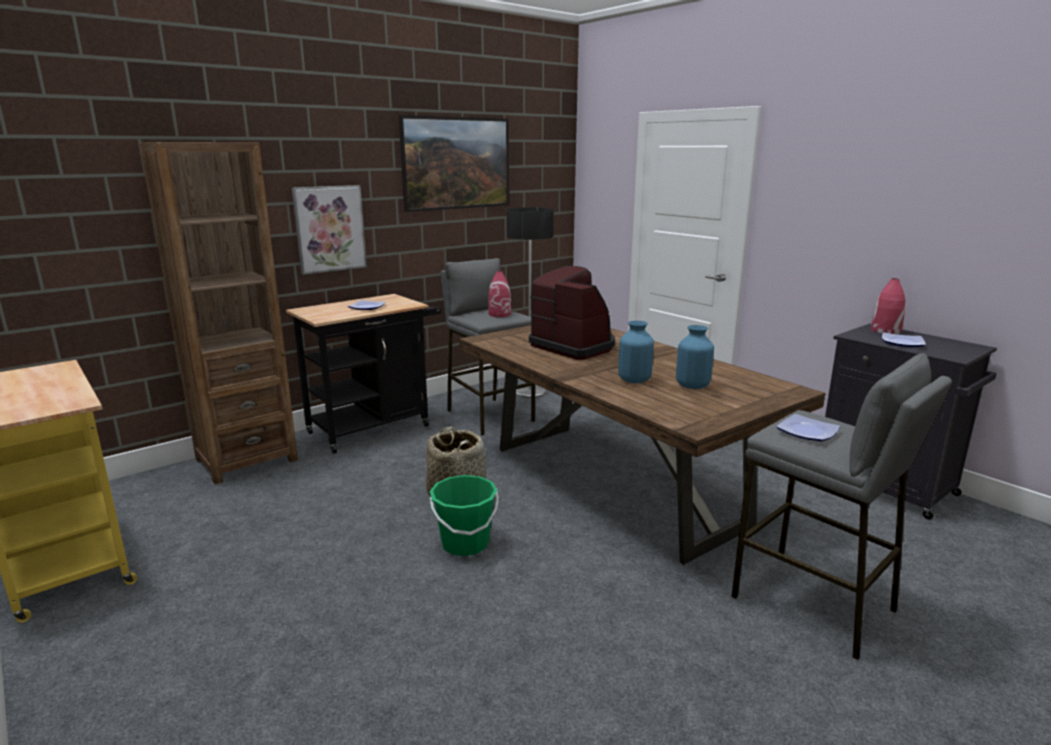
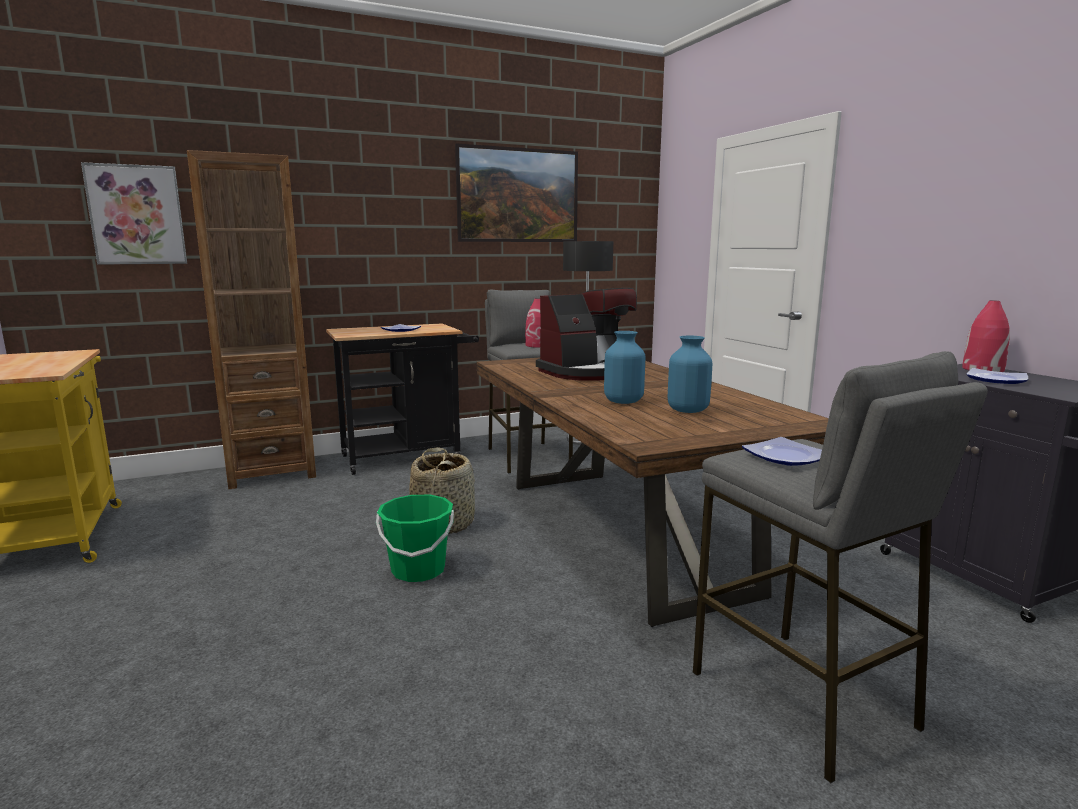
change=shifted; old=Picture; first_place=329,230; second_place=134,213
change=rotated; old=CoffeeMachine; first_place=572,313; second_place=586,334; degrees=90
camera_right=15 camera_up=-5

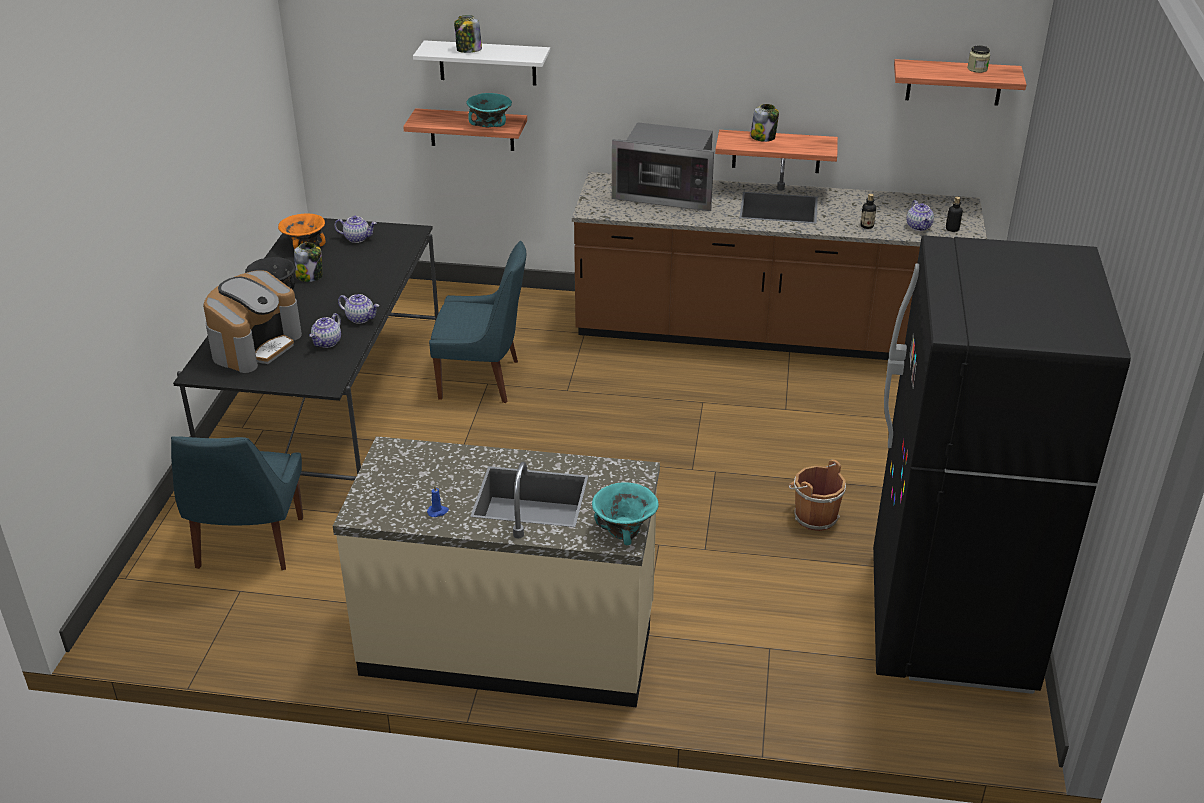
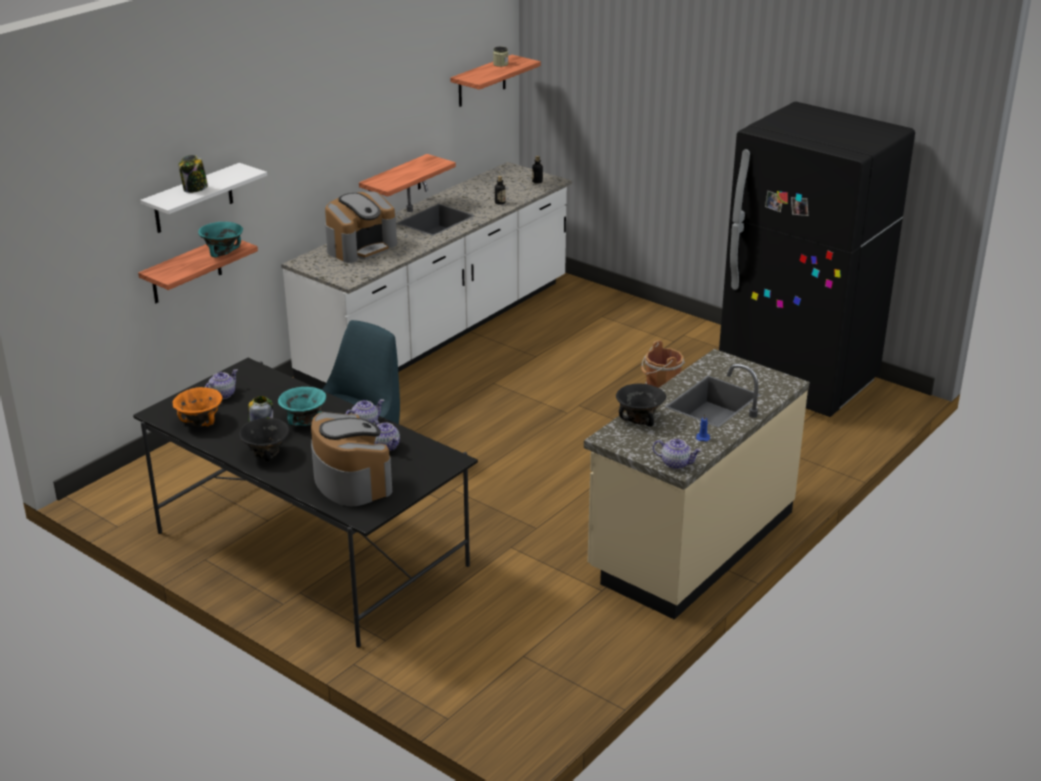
change=gone; old=Jar; first_place=764,123
change=swapped; old=Microwave; new=CoffeeMachine; first_place=663,166; second_place=361,227
change=repainted; old=BrownCounter; new=WhiteCounter; first_place=779,259; second_place=426,275
change=shifted; old=Teapot; first_place=920,215; second_place=677,454
change=gone; old=BlueChair; first_place=237,503
change=shifted; old=TurquoiseBowl; first_place=625,513; second_place=302,407
change=new; new=BlackBowl; second_place=641,405
camera_right=-60 camera_up=-5

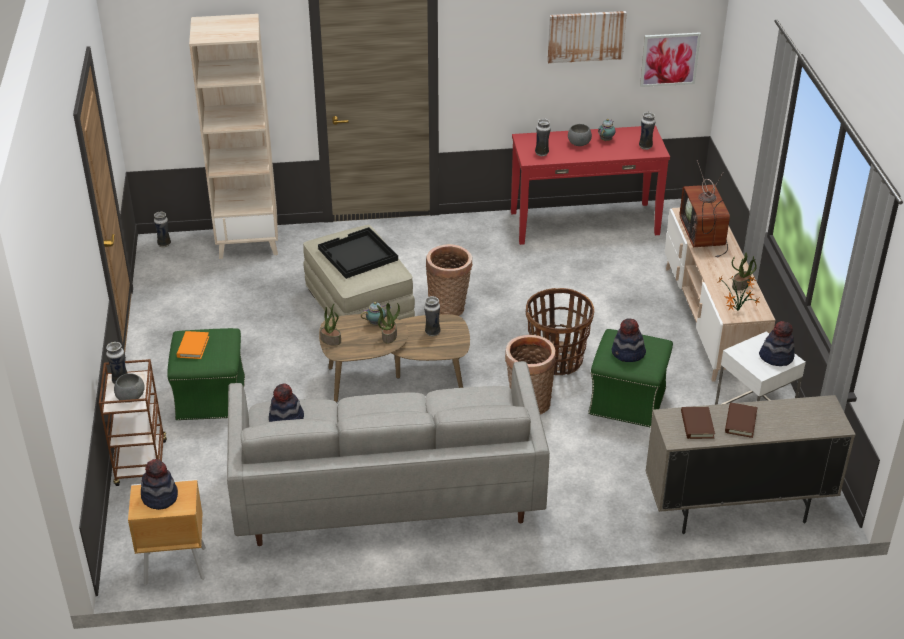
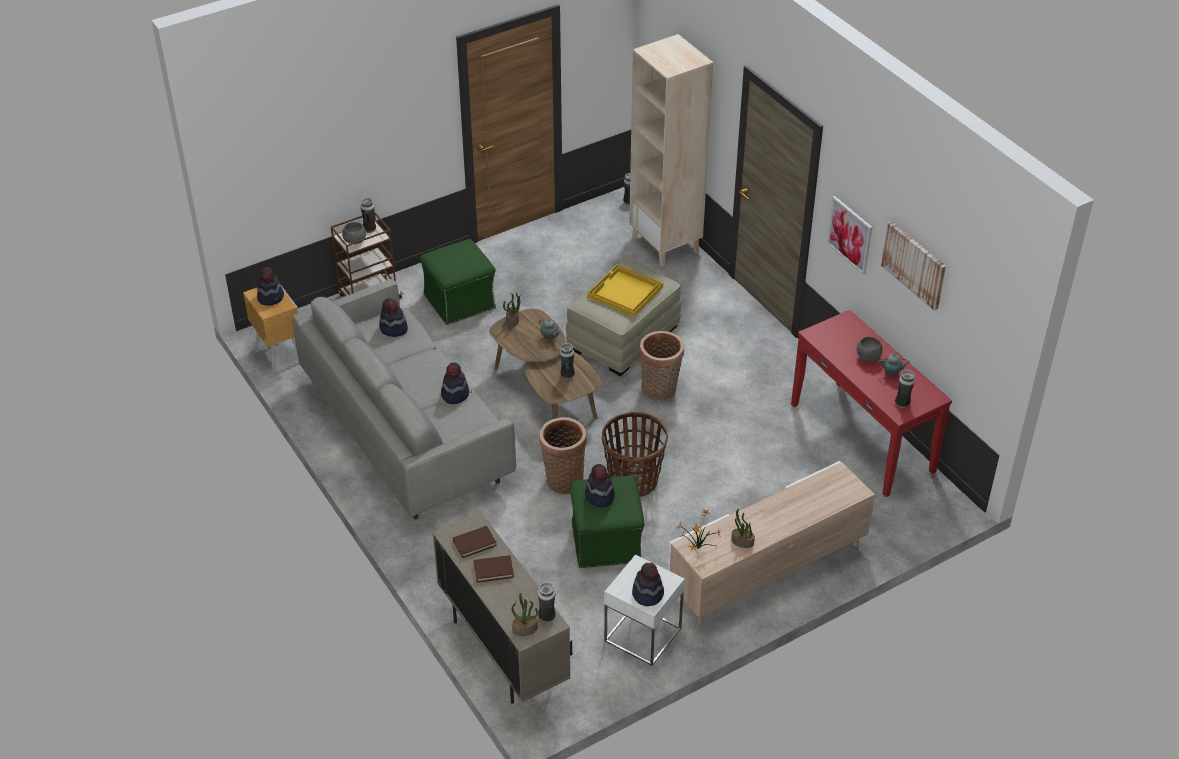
change=shifted; old=Picture; first_place=670,59; second_place=849,235
change=shifted; old=Vase; first_place=543,137; second_place=547,602
change=gone; old=Television; first_place=705,209
change=repainted; old=BlackTray; new=YellowTray; first_place=358,253; second_place=625,290
change=shifted; old=PottedPlant; first_place=388,323; second_place=525,614
change=gone; old=OrangeBook; first_place=193,345
change=new; new=Hat; second_place=455,383
camera_right=65 camera_up=5

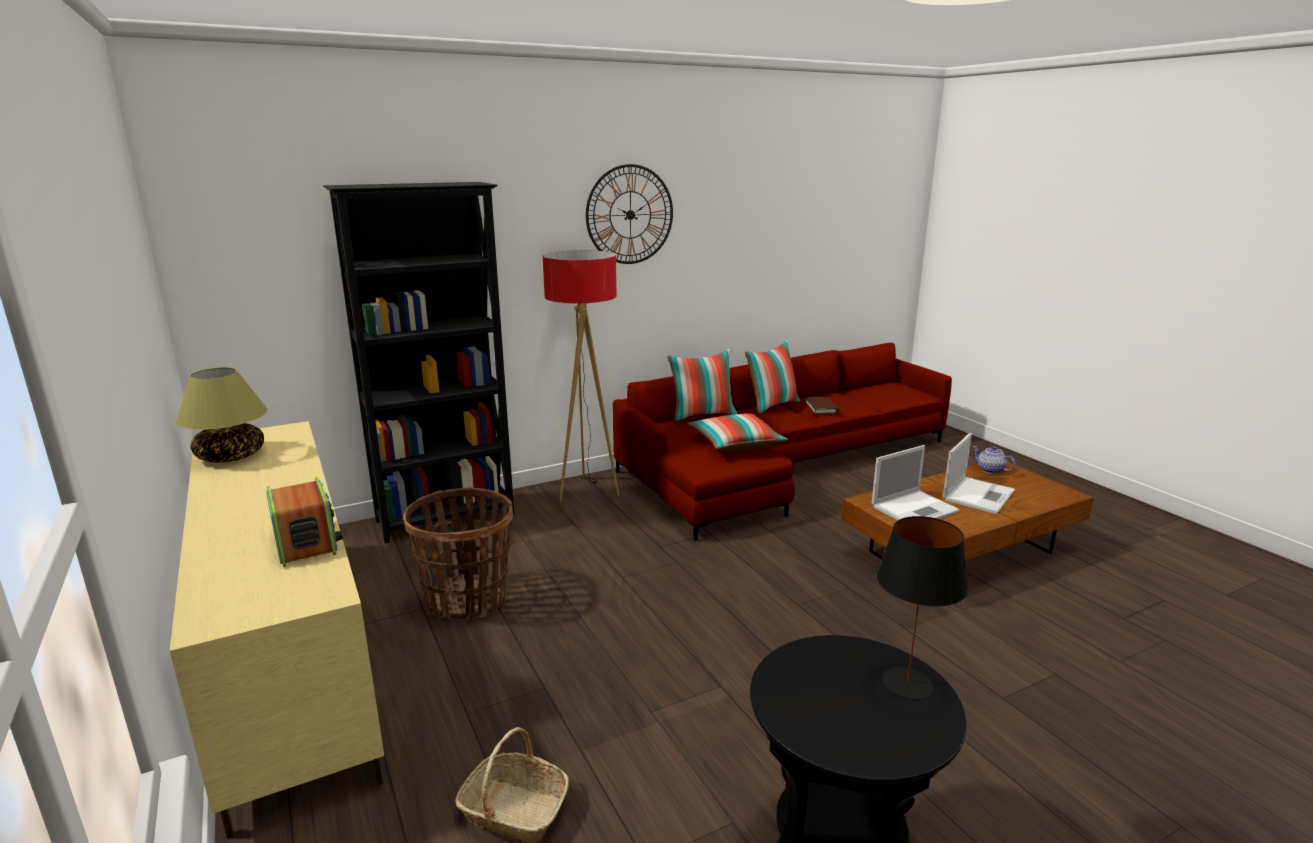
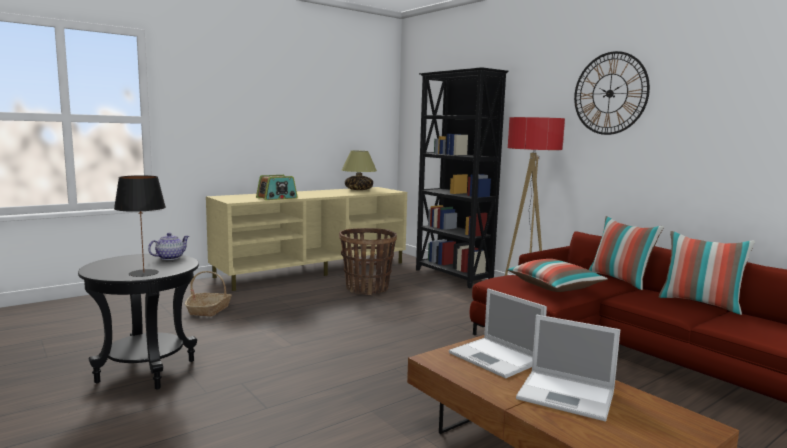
change=gone; old=BrownBook; first_place=821,405
change=shifted; old=Teapot; first_place=994,460; second_place=168,246
camera_right=80 camera_up=-10

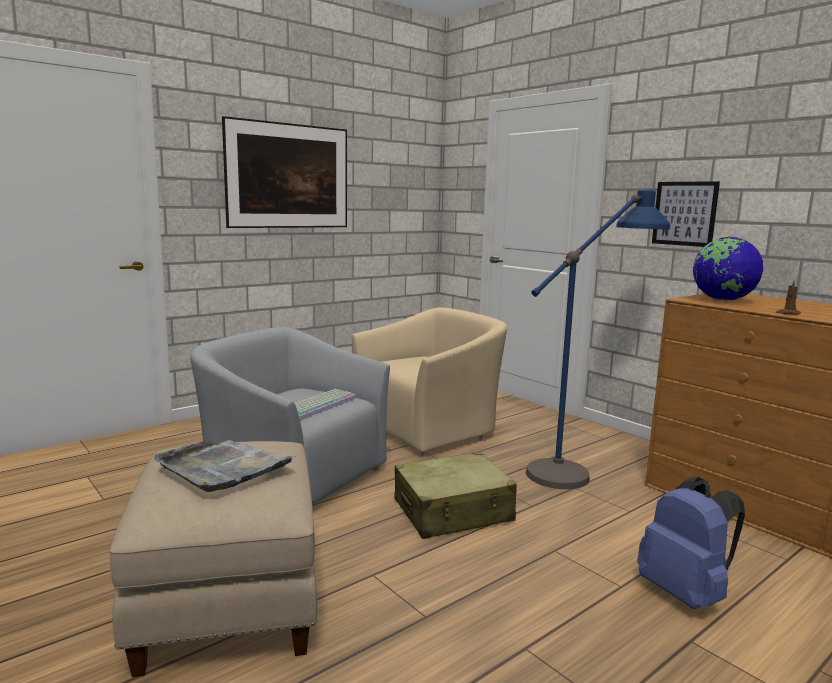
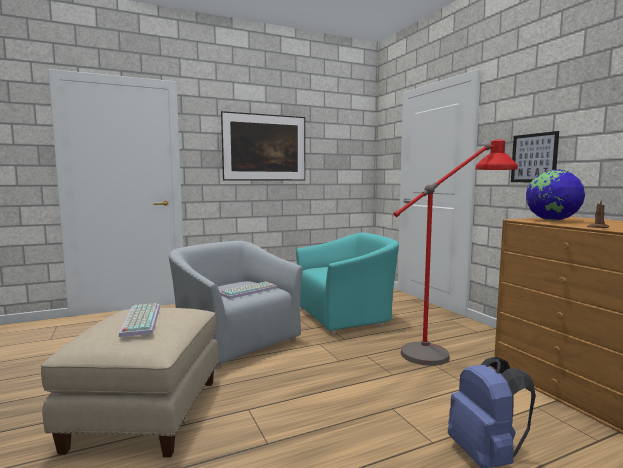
change=repainted; old=BlueFloorLamp; new=RedFloorLamp; first_place=598,339; second_place=456,253
change=repainted; old=BeigeArmchair; new=TurquoiseArmchair; first_place=429,382; second_place=347,284
change=swapped; old=GreyTray; new=Keyboard; first_place=225,466; second_place=139,320
change=gone; old=BeigeSuitcase; first_place=455,495
camera_right=15 camera_up=-5

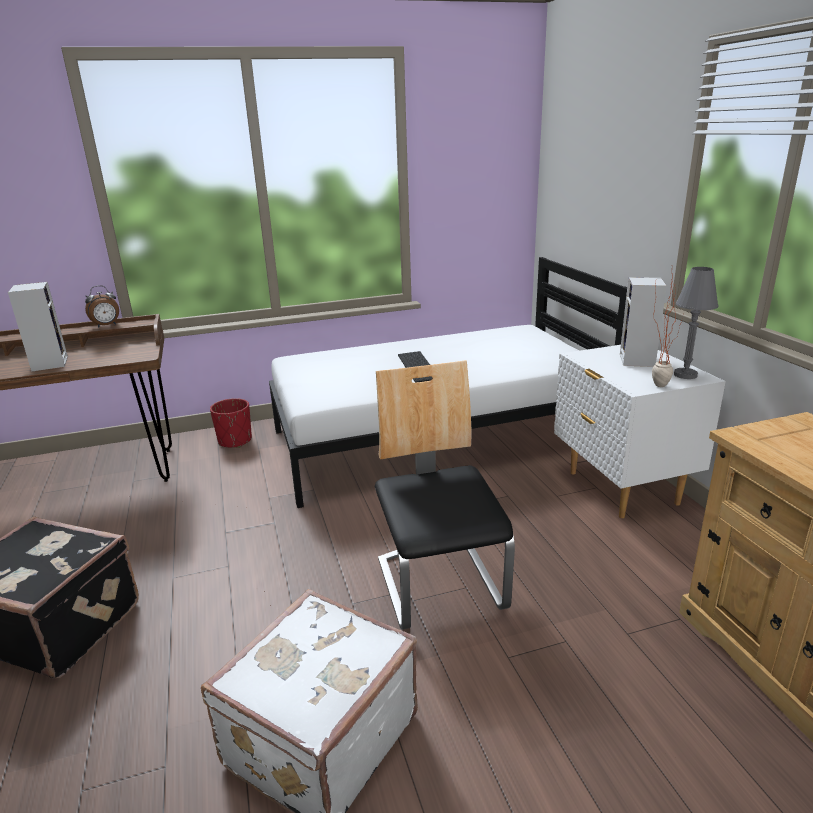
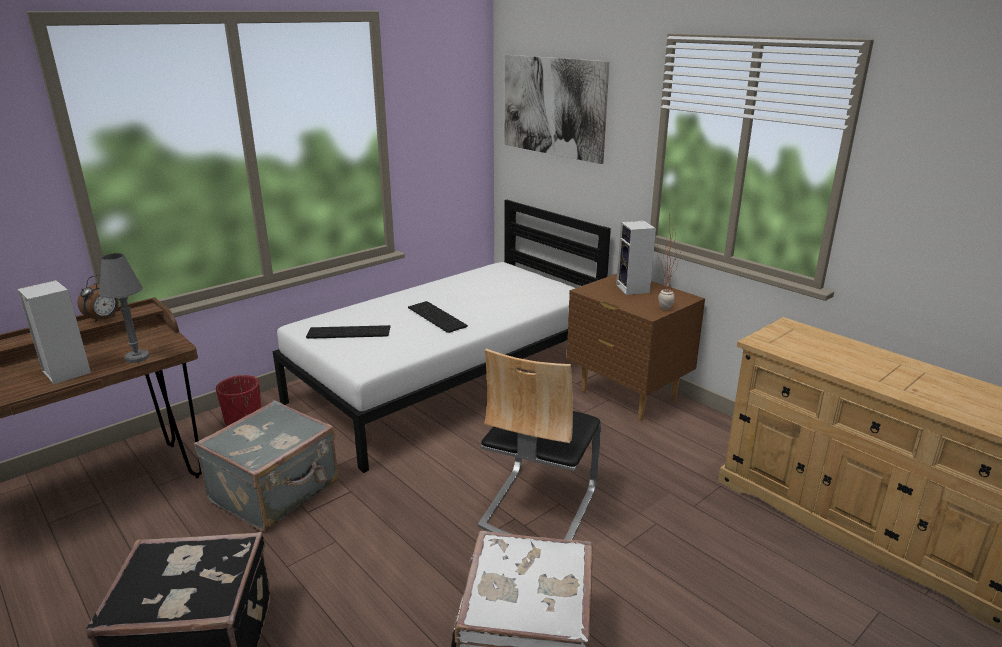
change=shifted; old=GreyTableLamp; first_place=696,323; second_place=124,308
change=repainted; old=WhiteNightstand; new=BrownNightstand; first_place=640,431; second_place=636,347
change=rotated; old=Chair; first_place=445,495; second_place=539,444; degrees=-120
change=new; new=Picture; second_place=557,109
change=new; new=Keyboard; second_place=348,332
change=new; new=GreySuitcase; second_place=266,465
camera_right=-25 camera_up=0

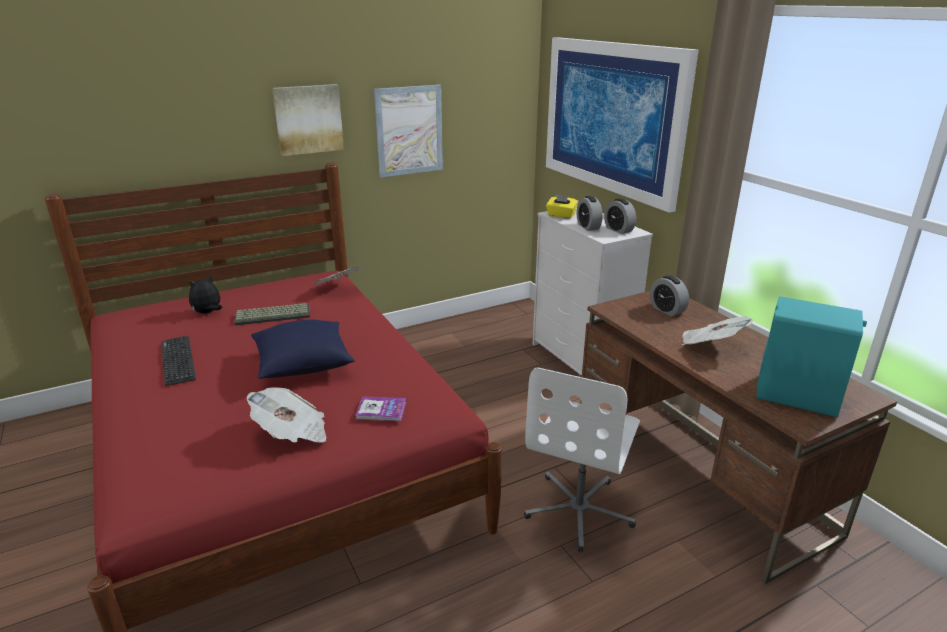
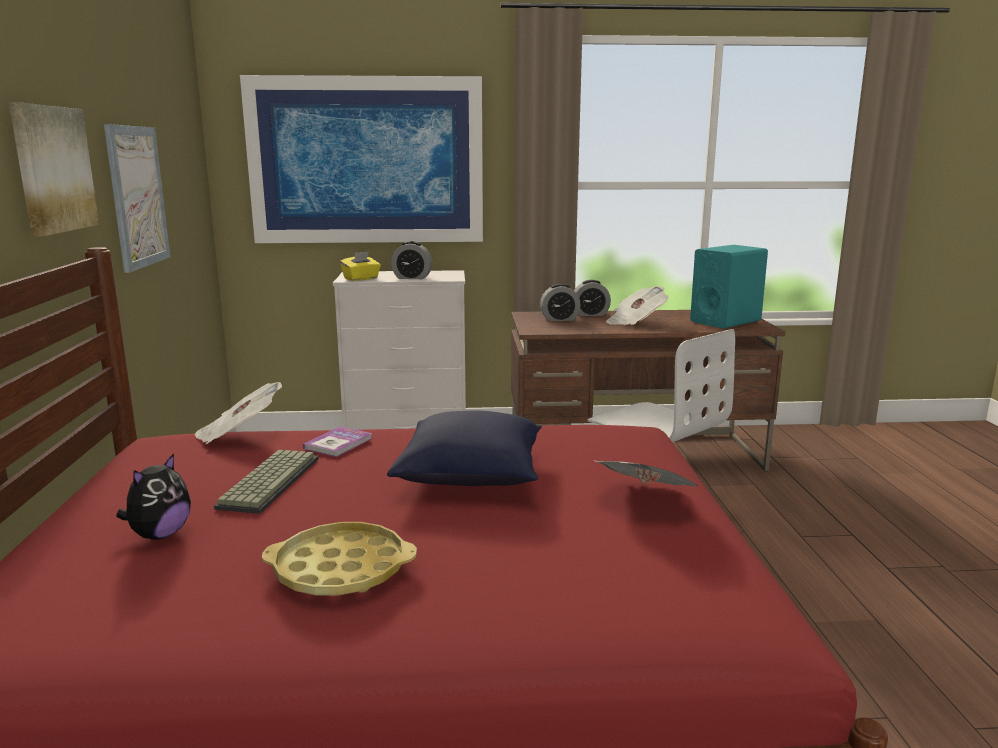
change=shifted; old=AlarmClock; first_place=620,216; second_place=592,298
change=rotated; old=PlushToy; first_place=205,294; second_place=153,496; degrees=-135
change=swapped; old=Keyboard; new=YellowTray; first_place=178,361; second_place=339,559
change=shifted; old=Book; first_place=380,408; second_place=337,441
camera_right=-65 camera_up=-10

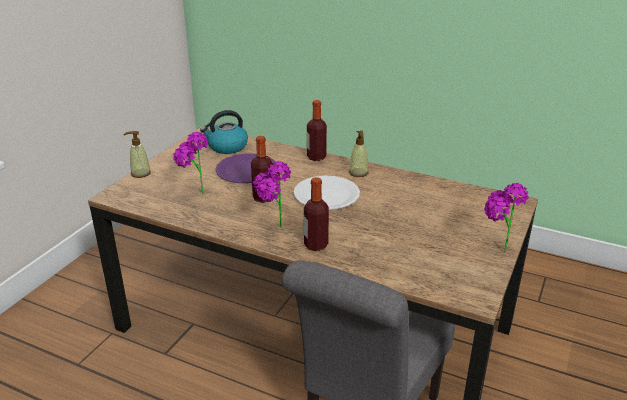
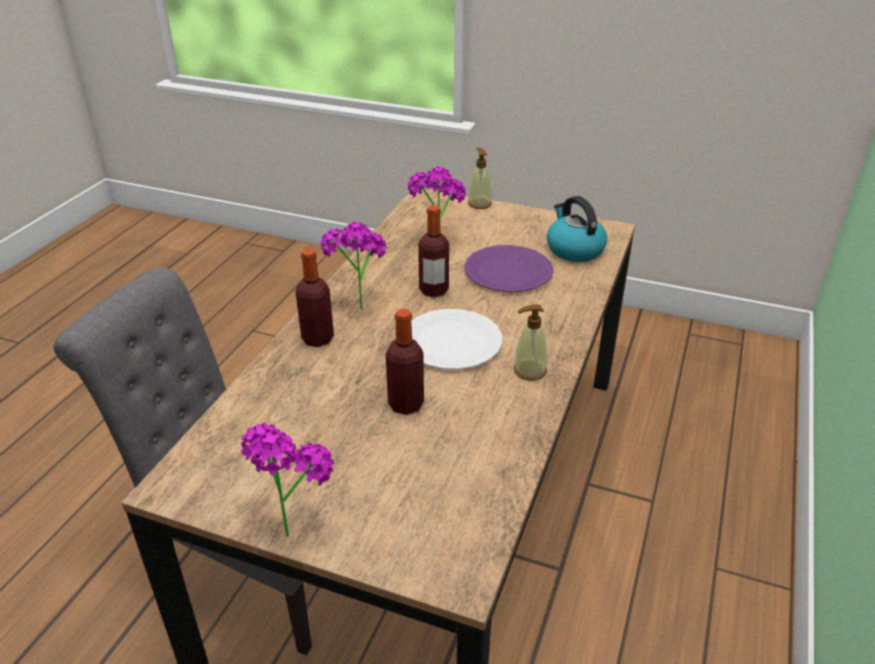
change=shifted; old=Bottle; first_place=317,130; second_place=405,362
camera_right=85 camera_up=5

